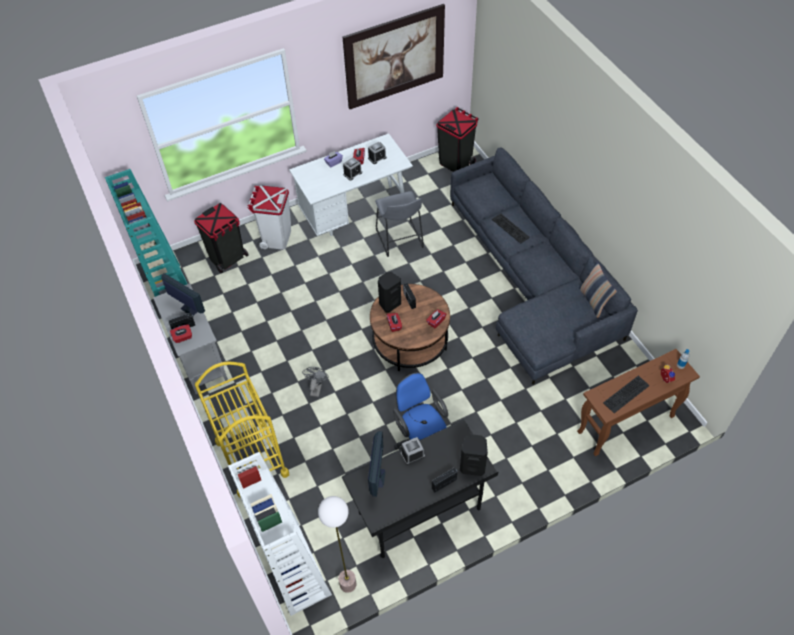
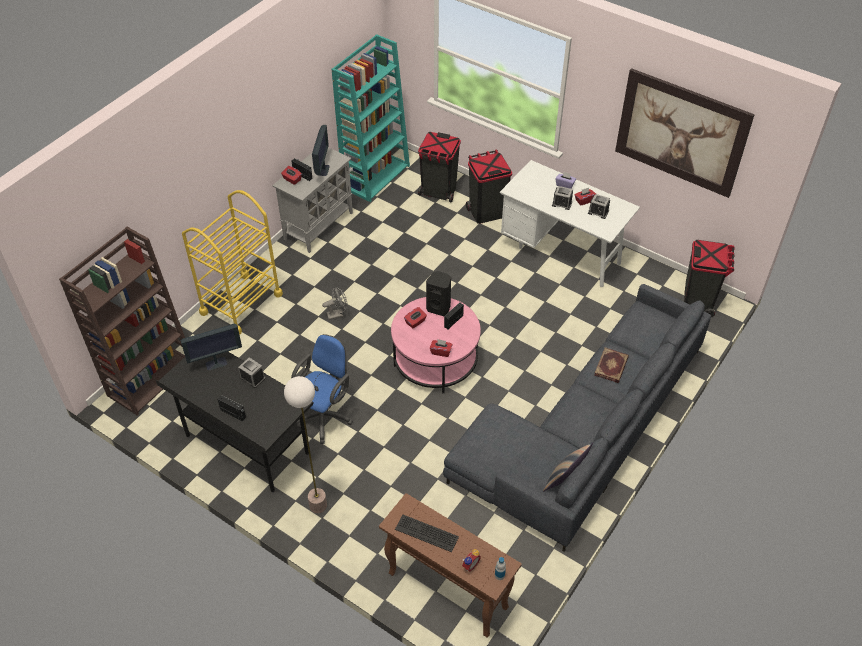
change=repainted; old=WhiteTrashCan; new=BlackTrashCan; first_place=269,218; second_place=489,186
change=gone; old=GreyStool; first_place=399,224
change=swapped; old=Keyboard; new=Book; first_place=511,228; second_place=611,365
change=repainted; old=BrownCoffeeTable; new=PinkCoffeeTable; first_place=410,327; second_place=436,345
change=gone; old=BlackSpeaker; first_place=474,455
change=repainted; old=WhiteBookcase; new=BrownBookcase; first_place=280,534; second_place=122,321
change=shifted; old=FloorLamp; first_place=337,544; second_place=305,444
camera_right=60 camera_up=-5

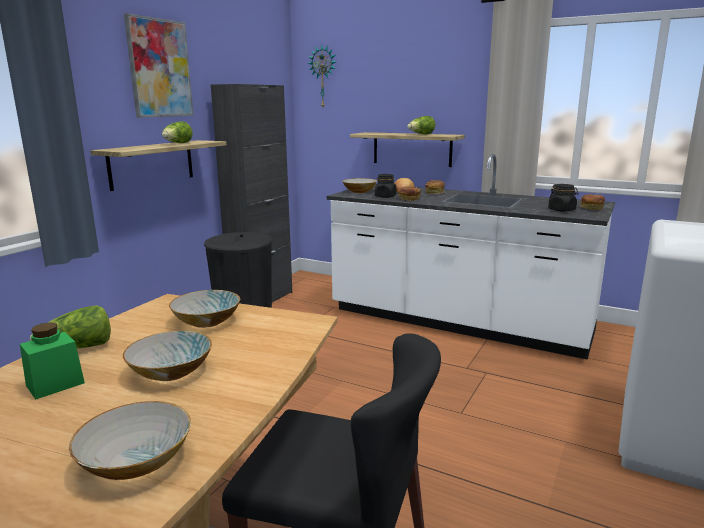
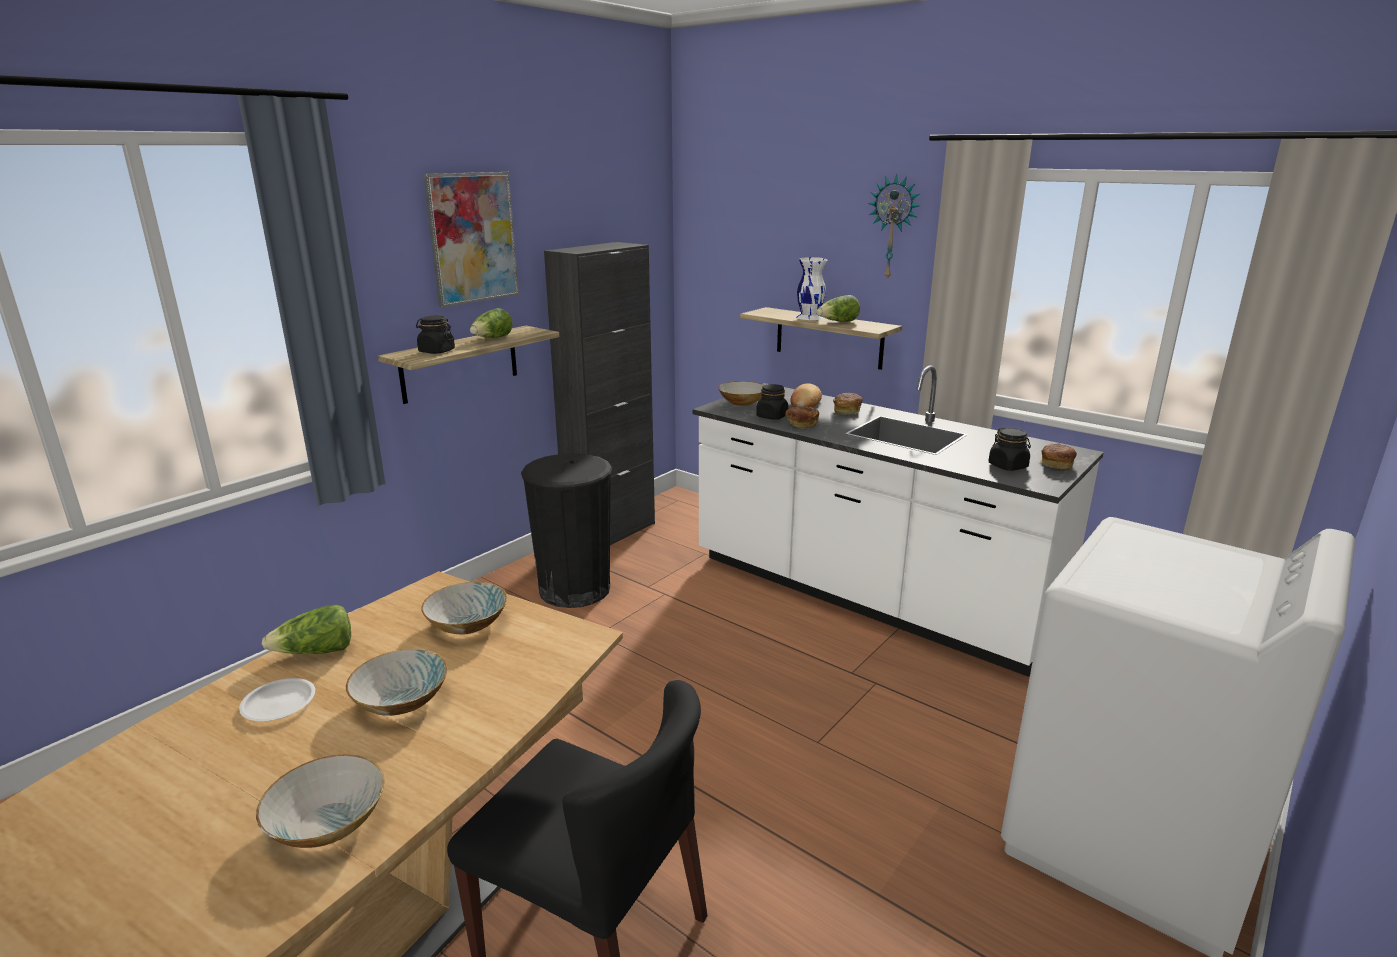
change=shifted; old=WallClock; first_place=322,76; second_place=894,227
change=swapped; old=GreenJar; new=WhitePlate; first_place=52,361; second_place=277,699
change=new; new=WhiteVase; second_place=812,288
change=new; new=BlackJar; second_place=435,335
camera_right=10 camera_up=5

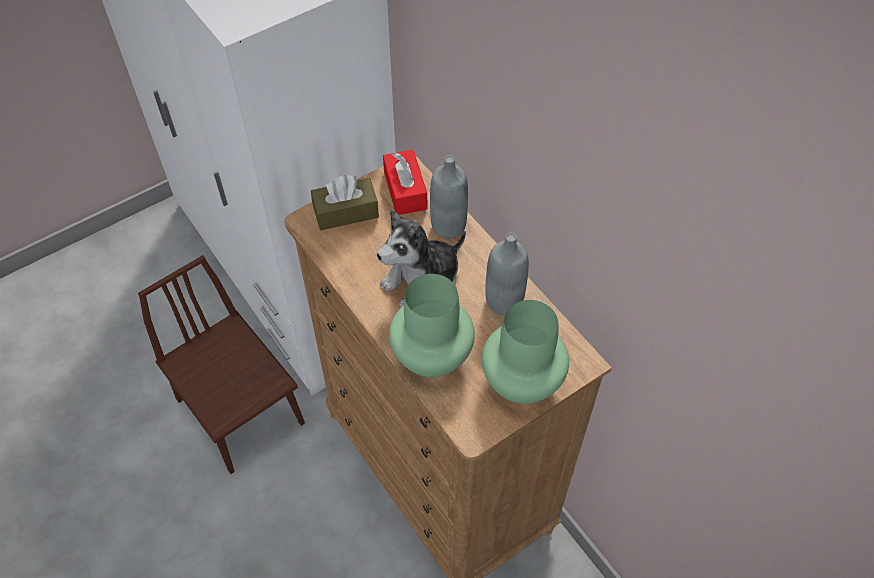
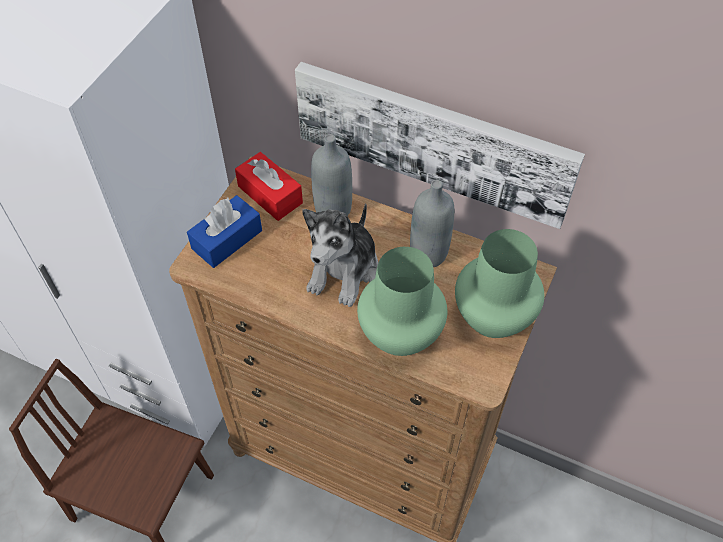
change=repainted; old=BrownTissueBox; new=BlueTissueBox; first_place=345,202; second_place=224,231
change=new; new=Picture; second_place=440,145
camera_right=-30 camera_up=0

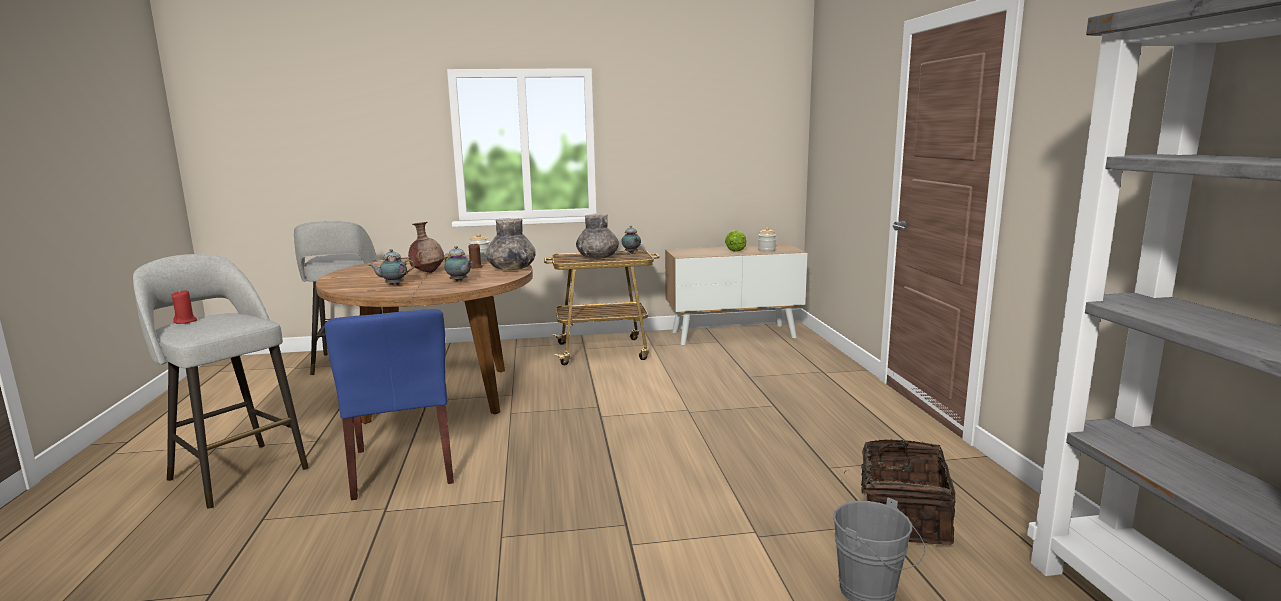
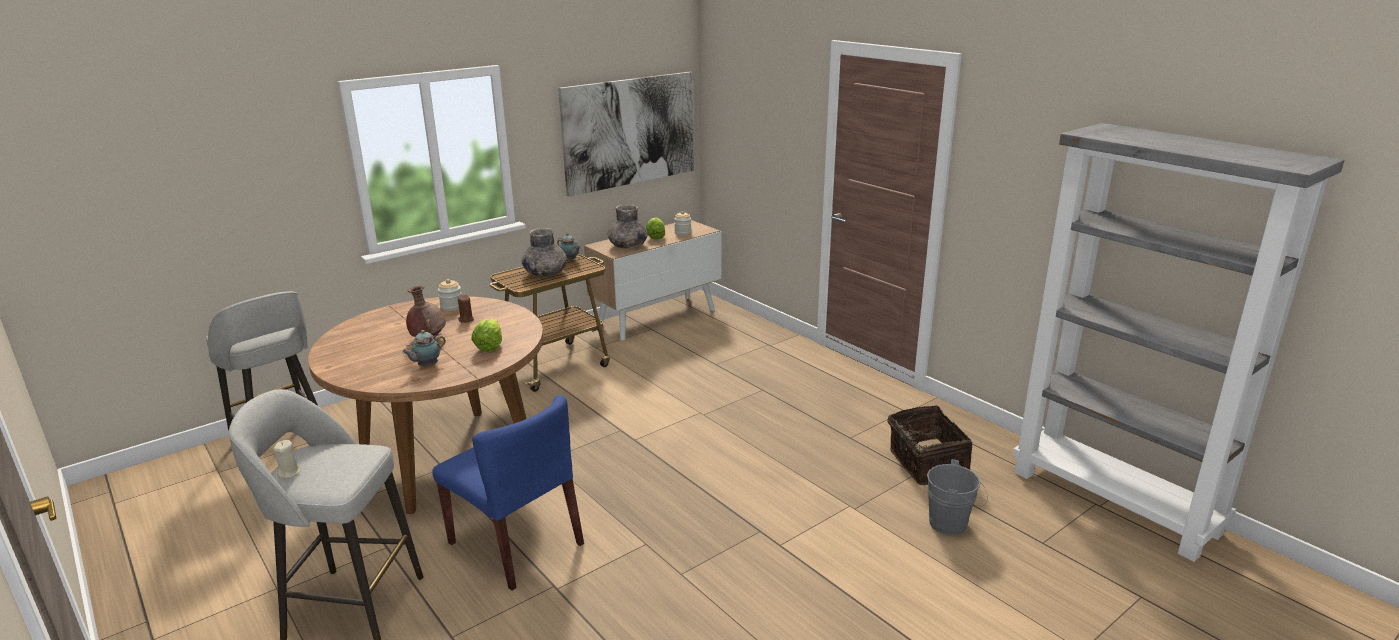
change=shifted; old=GreyVase; first_place=511,244; second_place=628,226
change=swapped; old=Teapot; new=Lettuce; first_place=458,264; second_place=486,335
change=repainted; old=RedCandle; new=BeigeCandle; first_place=184,307; second_place=287,459
change=new; new=Picture; second_place=626,134
camera_right=-30 camera_up=10

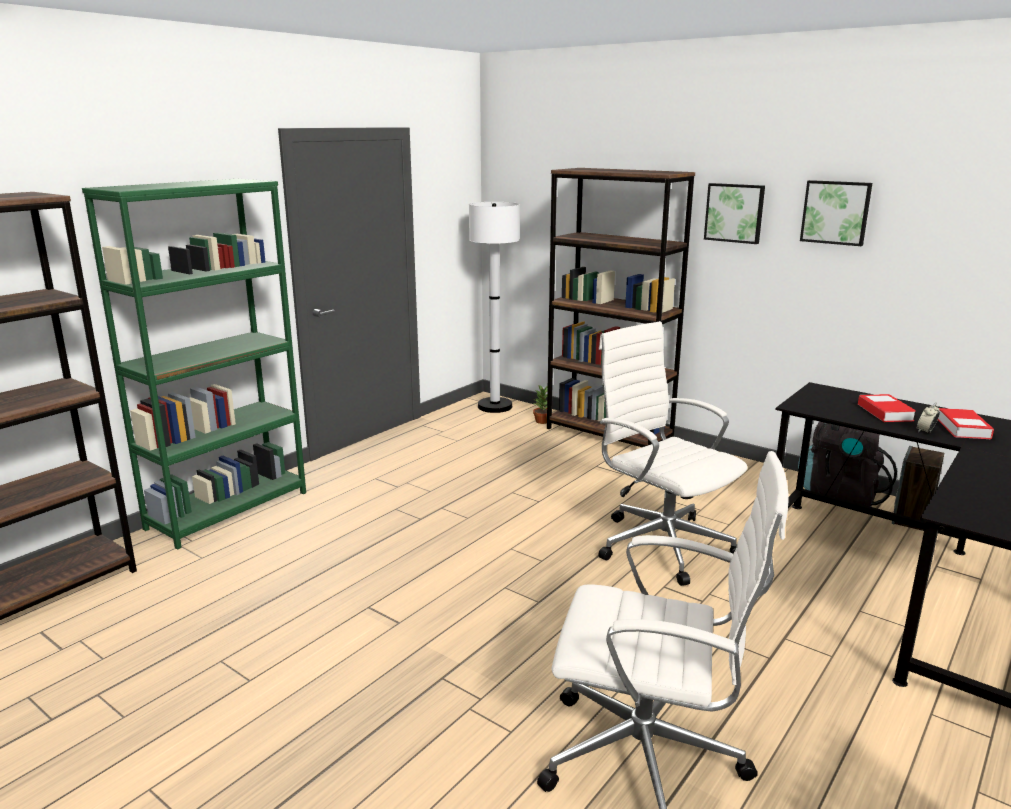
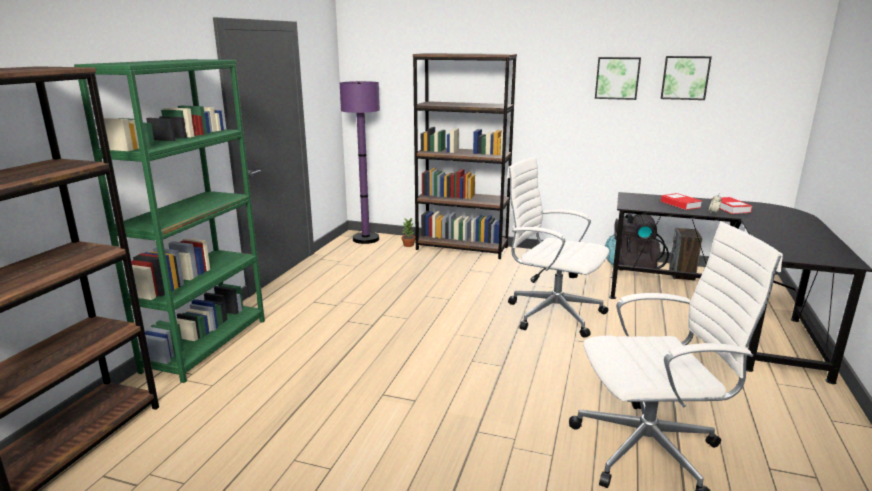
change=shifted; old=Picture; first_place=734,213; second_place=686,78
change=repainted; old=WhiteFloorLamp; new=PurpleFloorLamp; first_place=494,307; second_place=360,162
camera_right=-20 camera_up=0

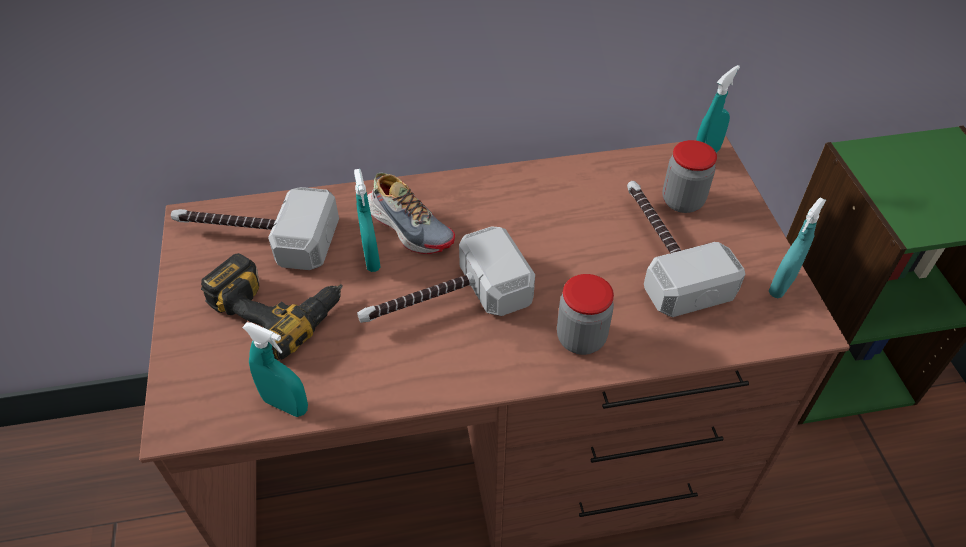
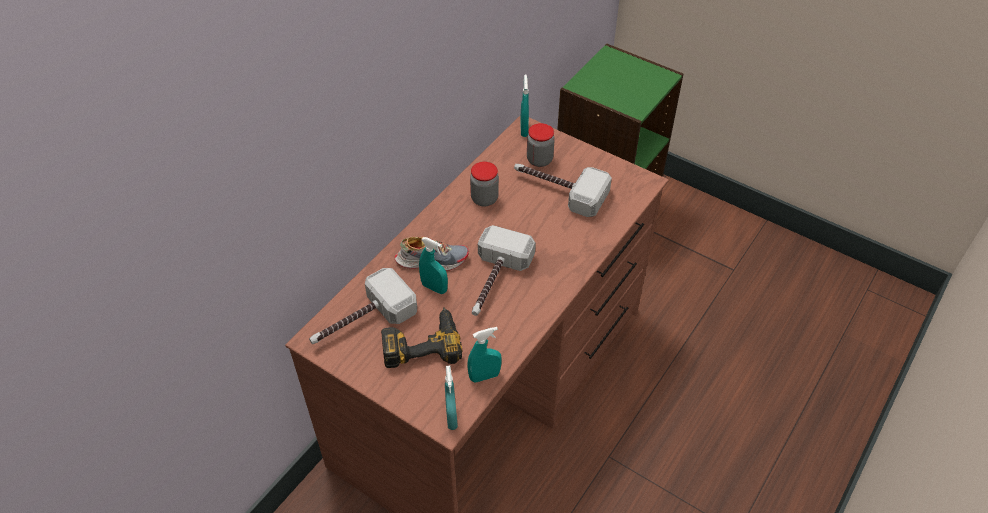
change=shifted; old=TurquoiseSprayBottle; first_place=797,248; second_place=451,398
change=shifted; old=Jar; first_place=585,314; second_place=484,184
camera_right=-45 camera_up=0

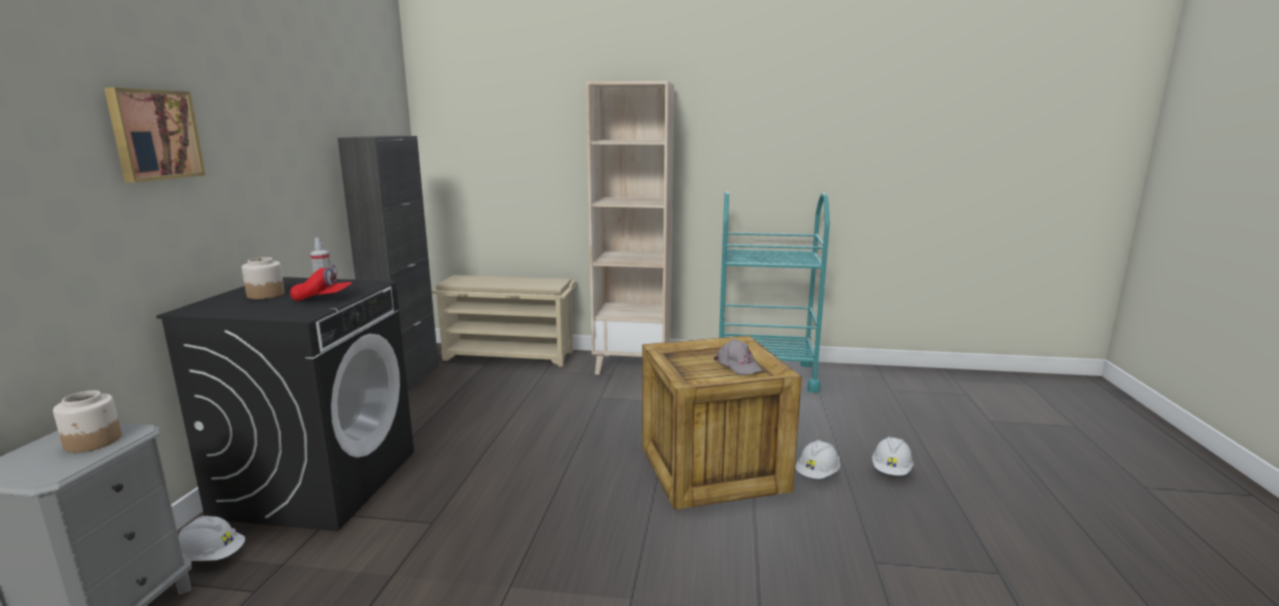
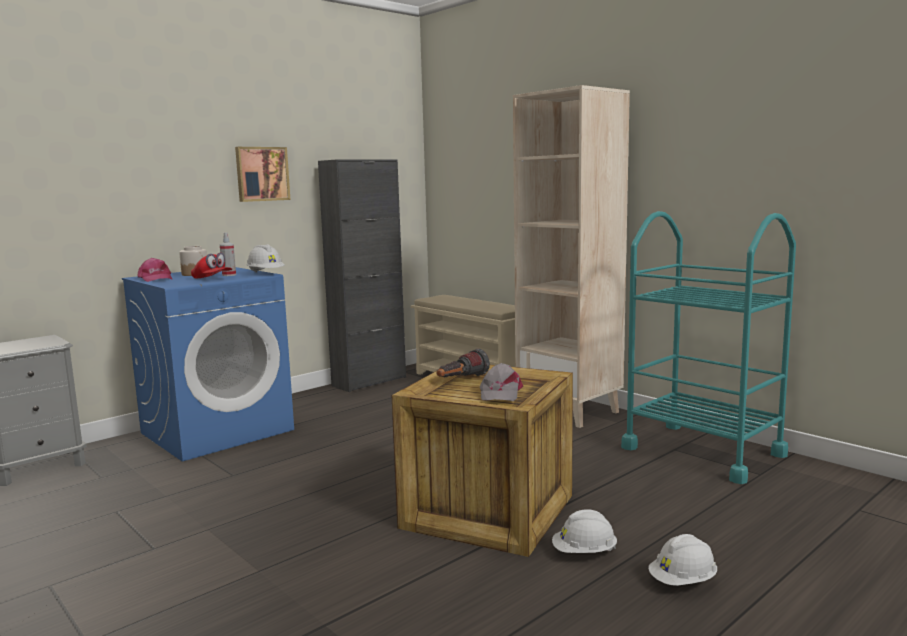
change=shifted; old=Picture; first_place=155,135; second_place=263,174
change=repainted; old=BlackWashingMachine; new=BlueWashingMachine; first_place=285,404; second_place=208,364
change=gone; old=Jar; first_place=87,421
change=shifted; old=WhiteHardHat; first_place=212,538; second_place=266,258
change=new; new=PinkCap; second_place=154,270
change=new; new=Flashlight; second_place=463,363
camera_right=40 camera_up=-5

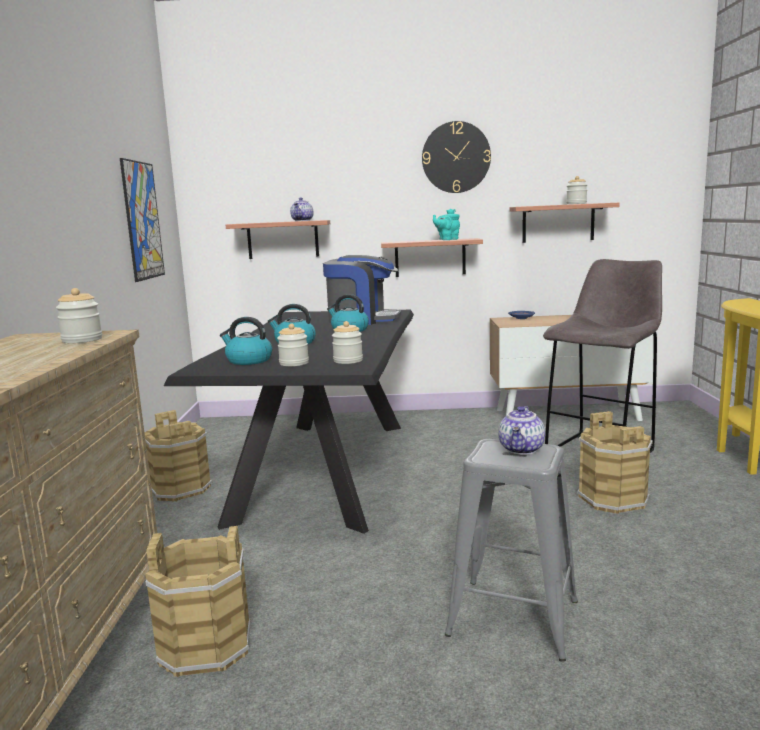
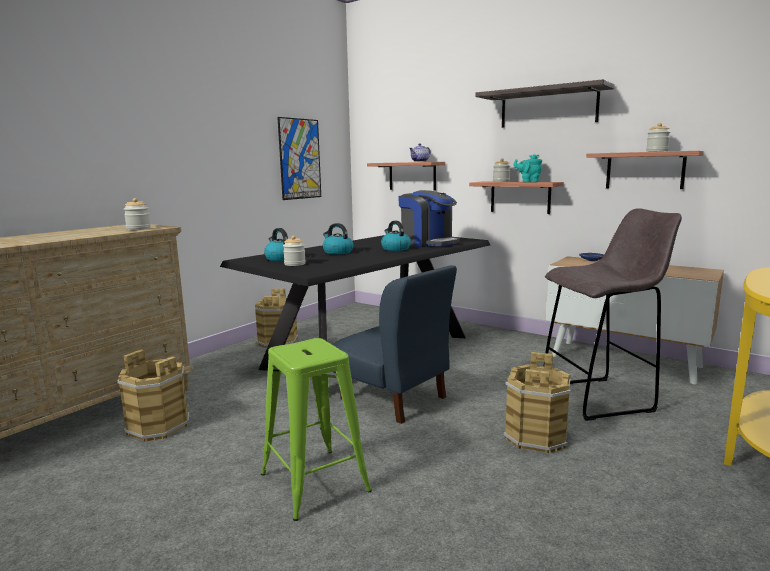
change=swapped; old=WallClock; new=Shelf; first_place=456,157; second_place=545,103
change=shifted; old=Jar; first_place=347,342; second_place=501,170
change=gone; old=Teapot; first_place=521,430
change=repainted; old=GreyStool; new=GreenStool; first_place=511,550; second_place=316,429
change=new; new=BlueChair; second_place=394,344
camera_right=35 camera_up=0

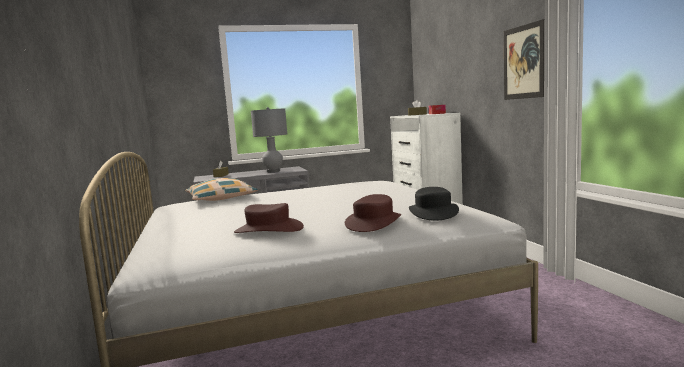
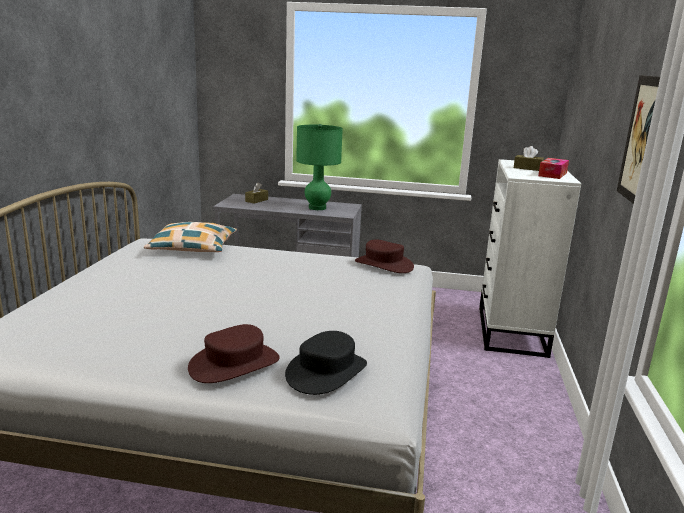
change=repainted; old=GreyTableLamp; new=GreenTableLamp; first_place=269,139; second_place=319,167
change=shifted; old=BrownHat; first_place=269,218; second_place=384,256
camera_right=25 camera_up=10

